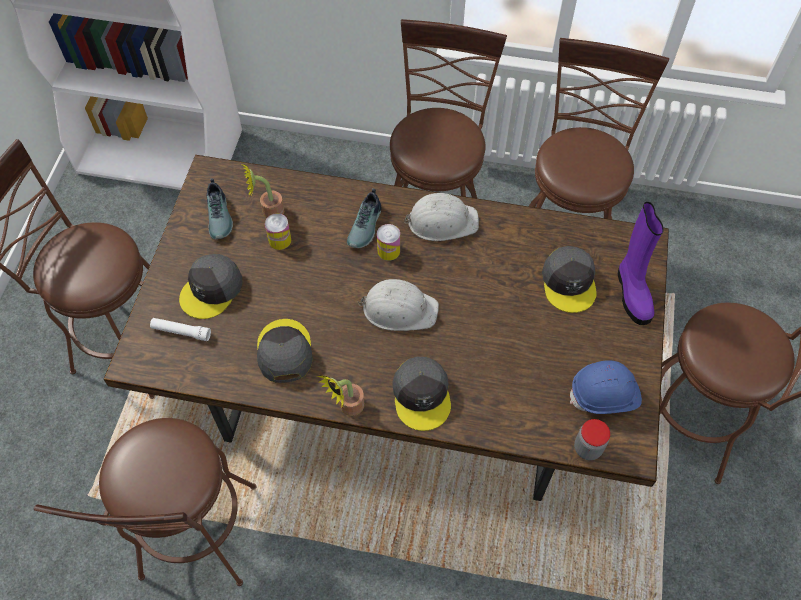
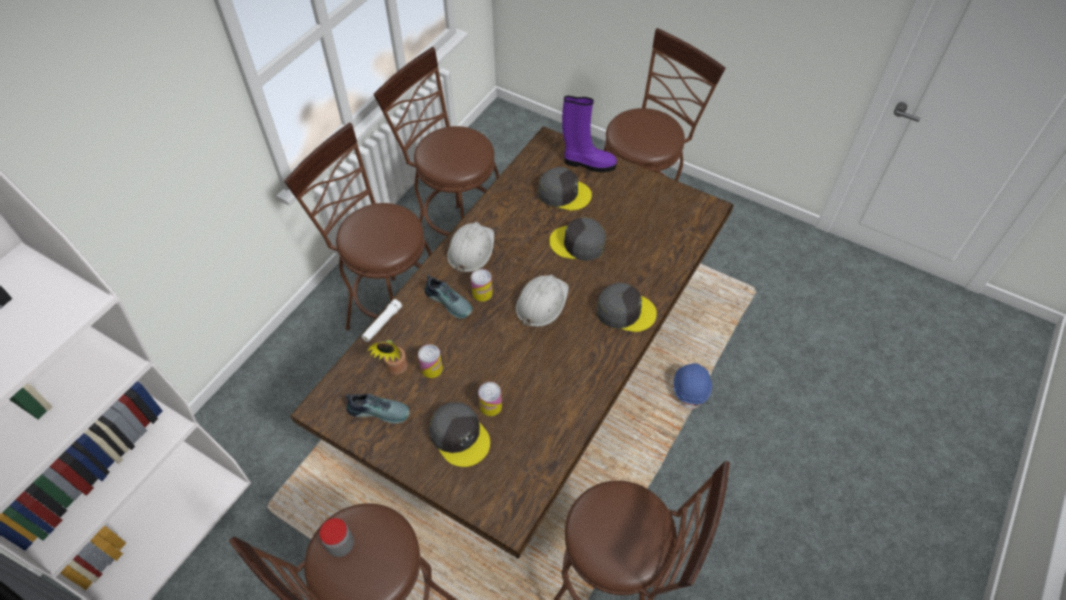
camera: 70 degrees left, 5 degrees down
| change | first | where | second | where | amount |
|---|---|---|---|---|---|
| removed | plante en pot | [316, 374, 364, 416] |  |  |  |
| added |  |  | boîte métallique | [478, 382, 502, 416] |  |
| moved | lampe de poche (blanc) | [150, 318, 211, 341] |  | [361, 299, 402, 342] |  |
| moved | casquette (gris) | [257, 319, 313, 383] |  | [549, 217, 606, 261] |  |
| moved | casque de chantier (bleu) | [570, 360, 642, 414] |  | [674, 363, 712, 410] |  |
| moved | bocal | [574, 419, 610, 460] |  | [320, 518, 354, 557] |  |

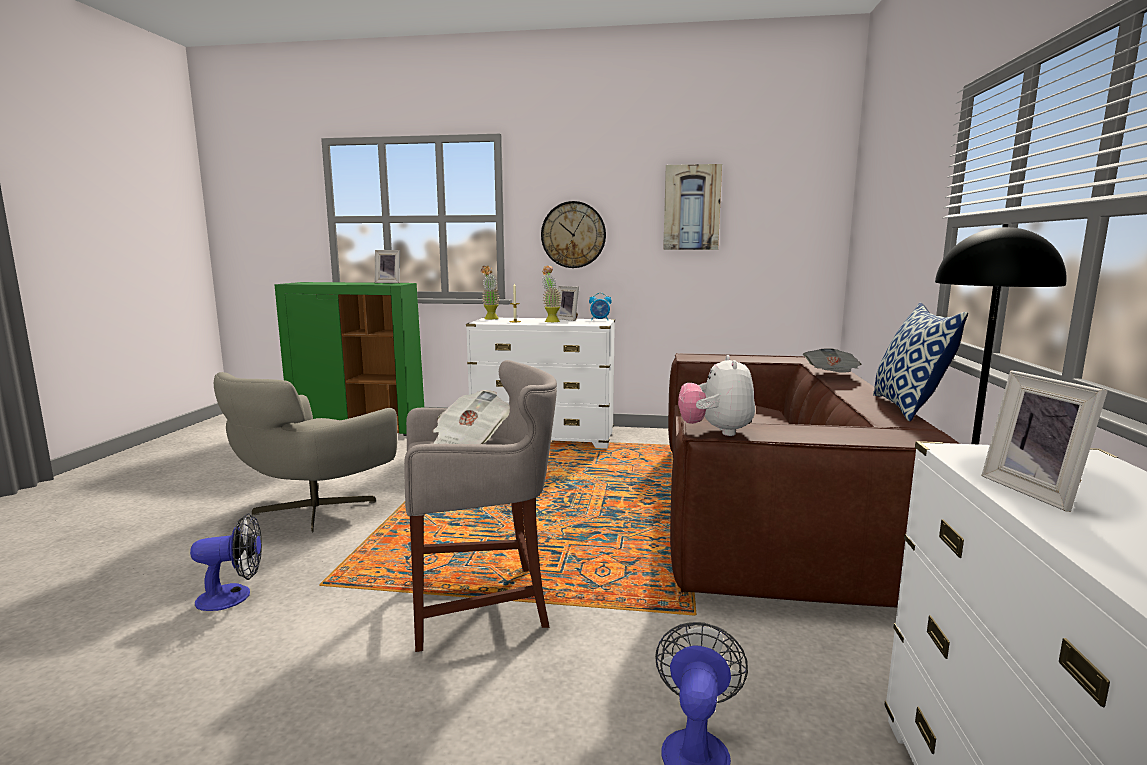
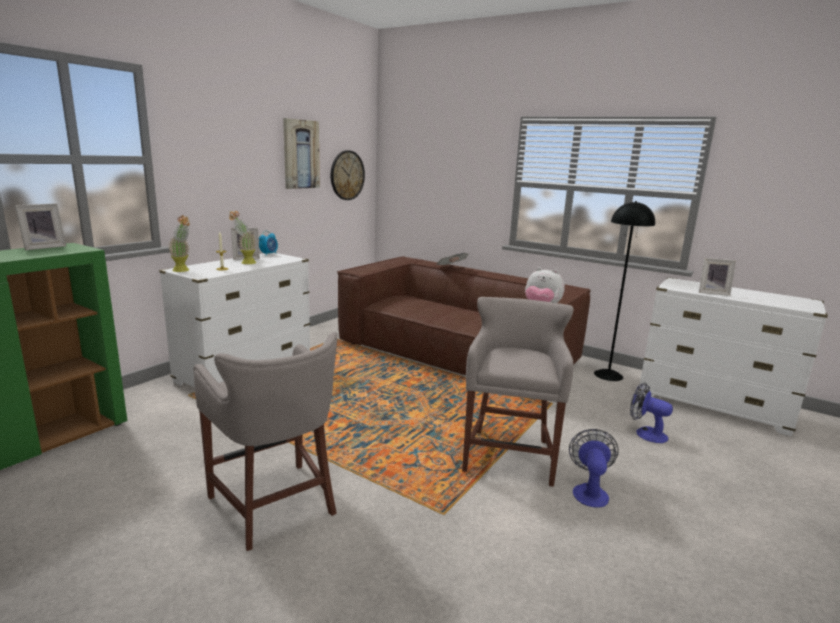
camera: 65 degrees left, 5 degrees up
| change | first | where | second | where | amount |
|---|---|---|---|---|---|
| removed | journal | [433, 390, 510, 444] |  |  |  |
| removed | coussin | [873, 303, 968, 421] |  |  |  |
| moved | ventilateur | [190, 513, 262, 611] |  | [569, 429, 619, 508] |  |
| moved | horloge murale | [541, 201, 606, 268] |  | [331, 150, 365, 200] |  |
| replaced | fauteuil (gris) | [214, 372, 397, 533] | tabouret (gris) | [194, 332, 337, 551] |  |

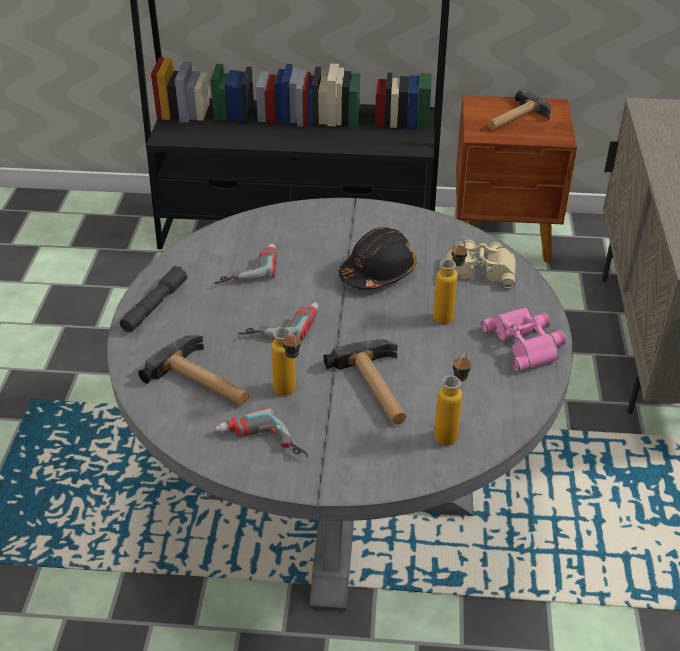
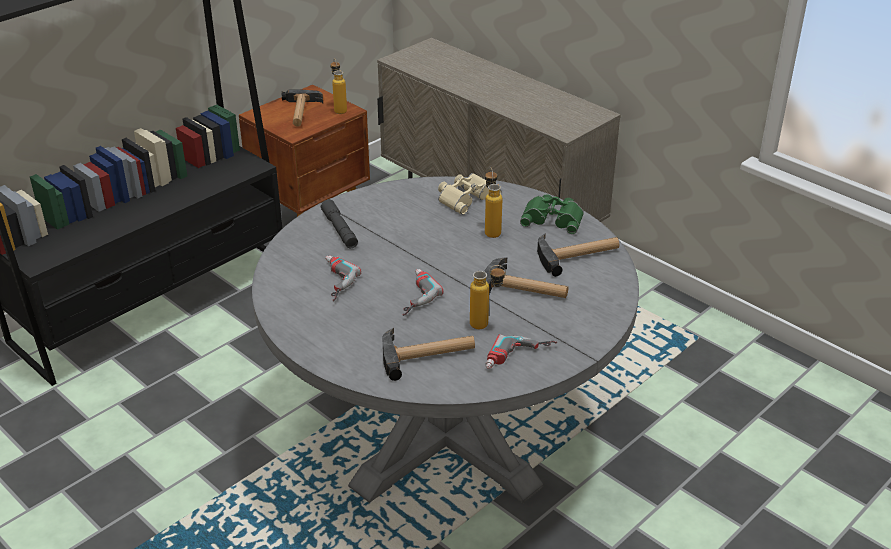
camera: 50 degrees left, 5 degrees down
| change | first | where | second | where | amount |
|---|---|---|---|---|---|
| removed | casque de chantier (noir) | [339, 227, 417, 290] |  |  |  |
| added |  |  | marteau | [537, 233, 619, 277] |  |
| moved | lampe de poche (gris) | [120, 266, 187, 332] |  | [321, 199, 358, 248] |  |
| moved | bouteille | [434, 353, 471, 446] |  | [330, 58, 347, 114] |  |
| recoloured | jumelles (rose) | [481, 307, 566, 372] | jumelles (vert) | [520, 194, 584, 234] |  |

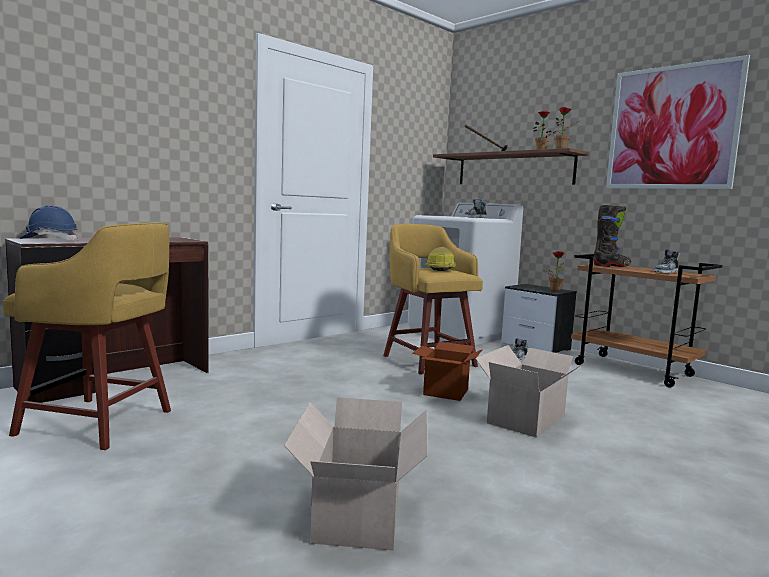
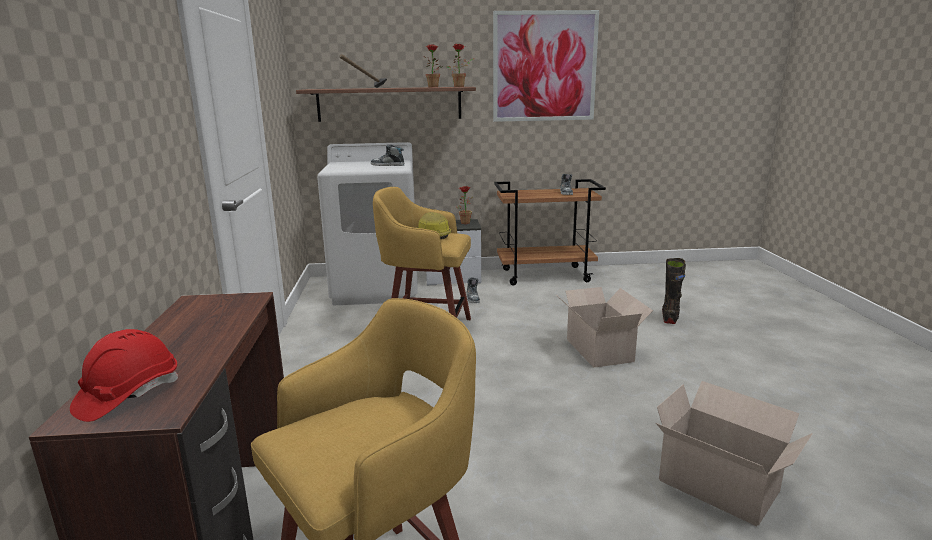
camera: 50 degrees left, 10 degrees up
| change | first | where | second | where | amount |
|---|---|---|---|---|---|
| removed | carton | [413, 342, 483, 401] |  |  |  |
| moved | botte (noir) | [594, 205, 631, 267] |  | [662, 258, 686, 324] |  |
| recoloured | casque de chantier (bleu) | [20, 205, 78, 240] | casque de chantier (rouge) | [70, 329, 178, 422] |  |

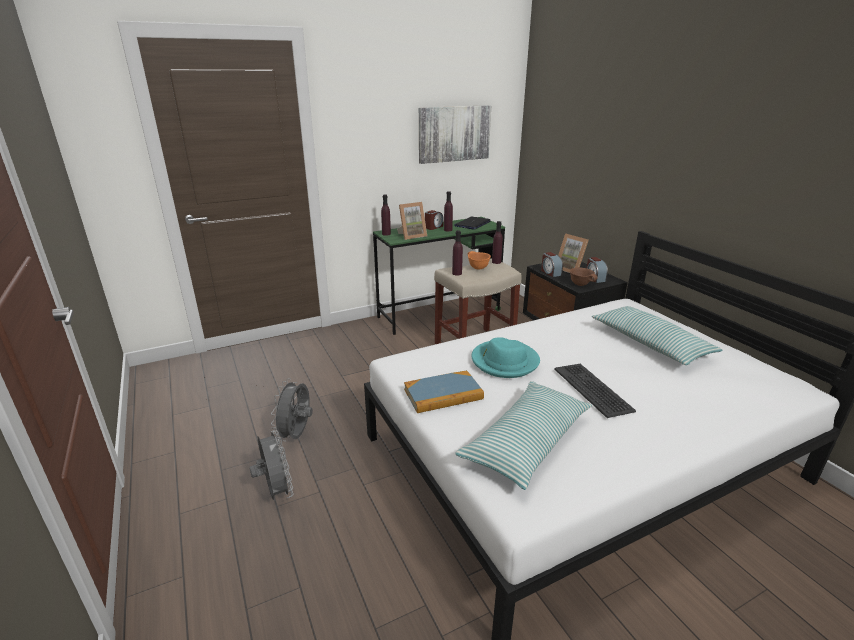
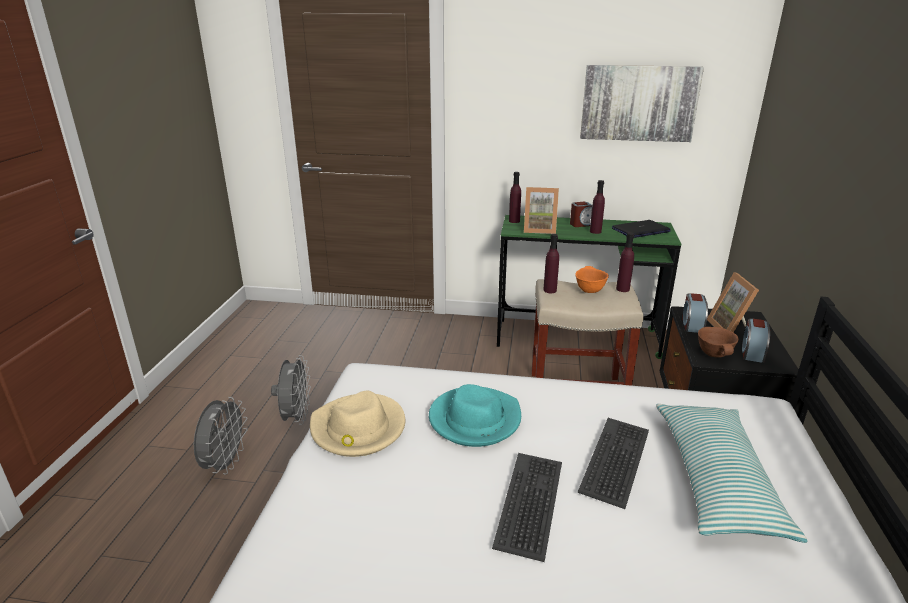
camera: 35 degrees right, 0 degrees up
| change | first | where | second | where | amount |
|---|---|---|---|---|---|
| removed | coussin | [455, 381, 592, 490] |  |  |  |
| added |  |  | clavier | [578, 418, 649, 509] |  |
| replaced | livre | [404, 370, 484, 413] | chapeau (beige) | [310, 391, 405, 457] |  |
| turned | ventilateur (gris) | [271, 378, 313, 441] |  | [271, 355, 311, 425] | 135 degrees clockwise |

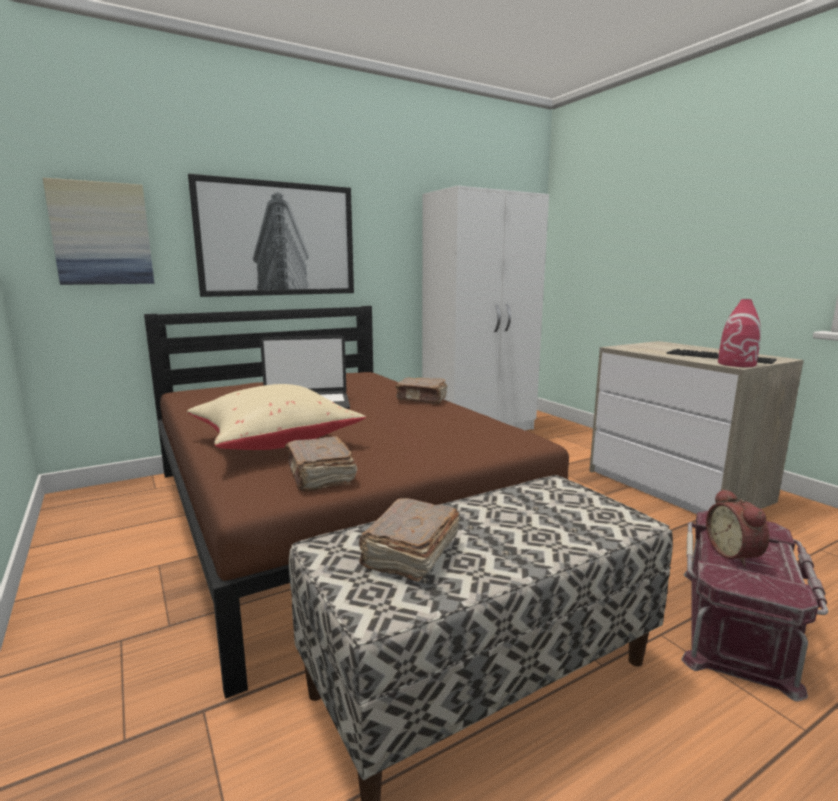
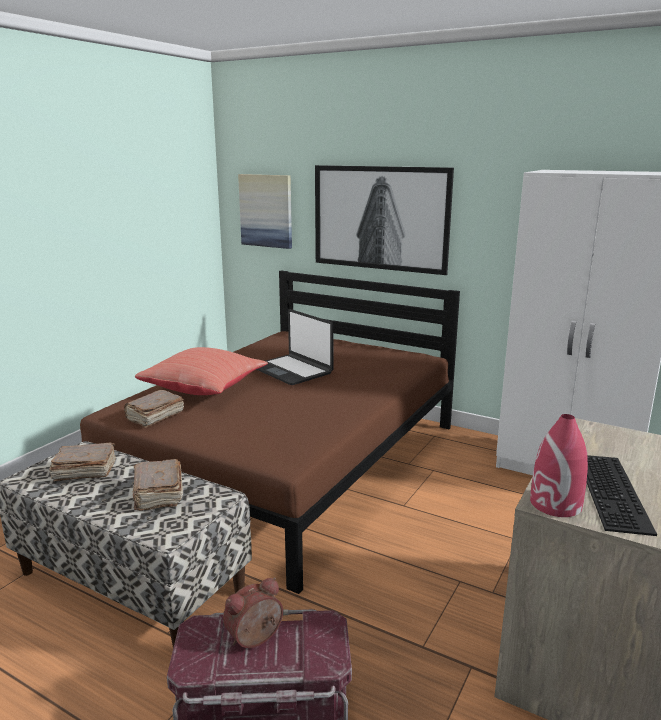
camera: 60 degrees right, 5 degrees up
| change | first | where | second | where | amount |
|---|---|---|---|---|---|
| moved | livre (marron) | [395, 378, 447, 404] |  | [133, 459, 183, 511] |  |
| recoloured | coussin (beige) | [187, 384, 366, 450] | coussin (rouge) | [135, 347, 268, 395] |  |

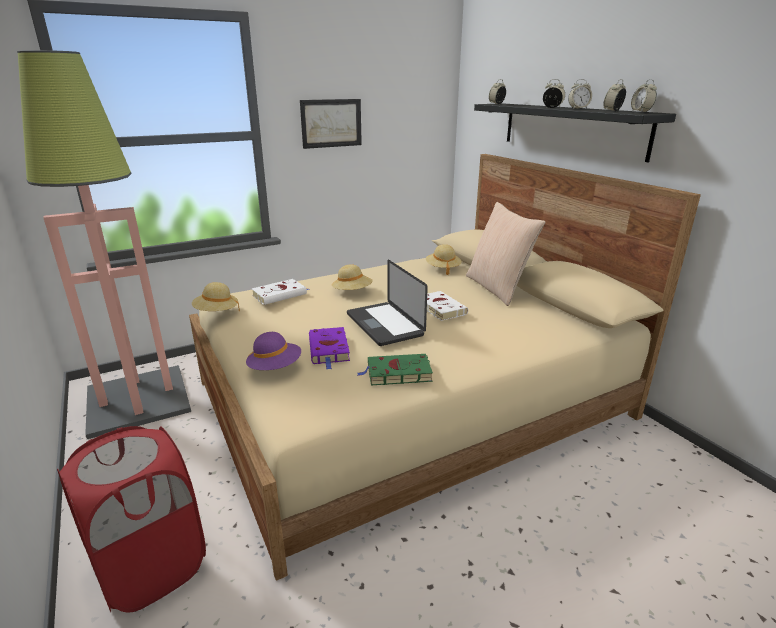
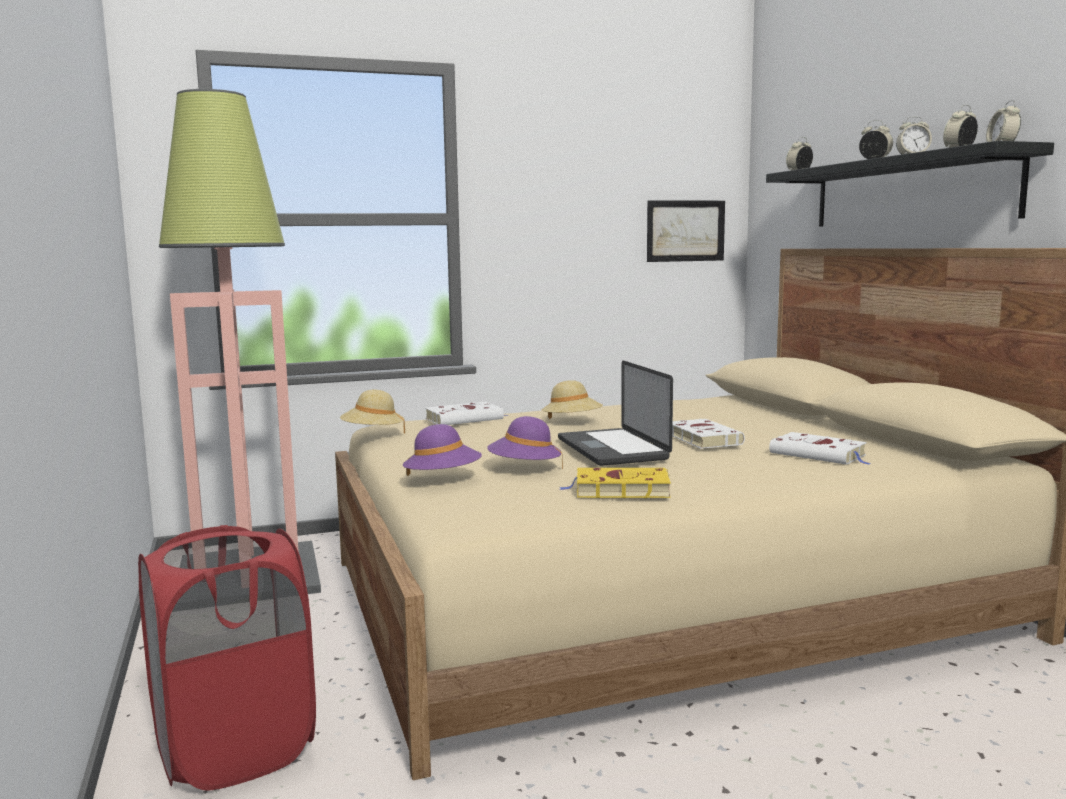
camera: 10 degrees right, 15 degrees down
| change | first | where | second | where | amount |
|---|---|---|---|---|---|
| removed | chapeau (beige) | [426, 244, 462, 275] |  |  |  |
| removed | coussin (beige) | [466, 202, 546, 306] |  |  |  |
| added |  |  | livre (blanc) | [769, 432, 873, 465] |  |
| moved | tableau | [300, 99, 362, 149] |  | [647, 200, 725, 262] |  |
| replaced | livre (violet) | [309, 327, 350, 370] | chapeau (violet) | [487, 416, 563, 469] |  |
| recoloured | livre (vert) | [357, 354, 433, 385] | livre (jaune) | [559, 468, 671, 498] |  |

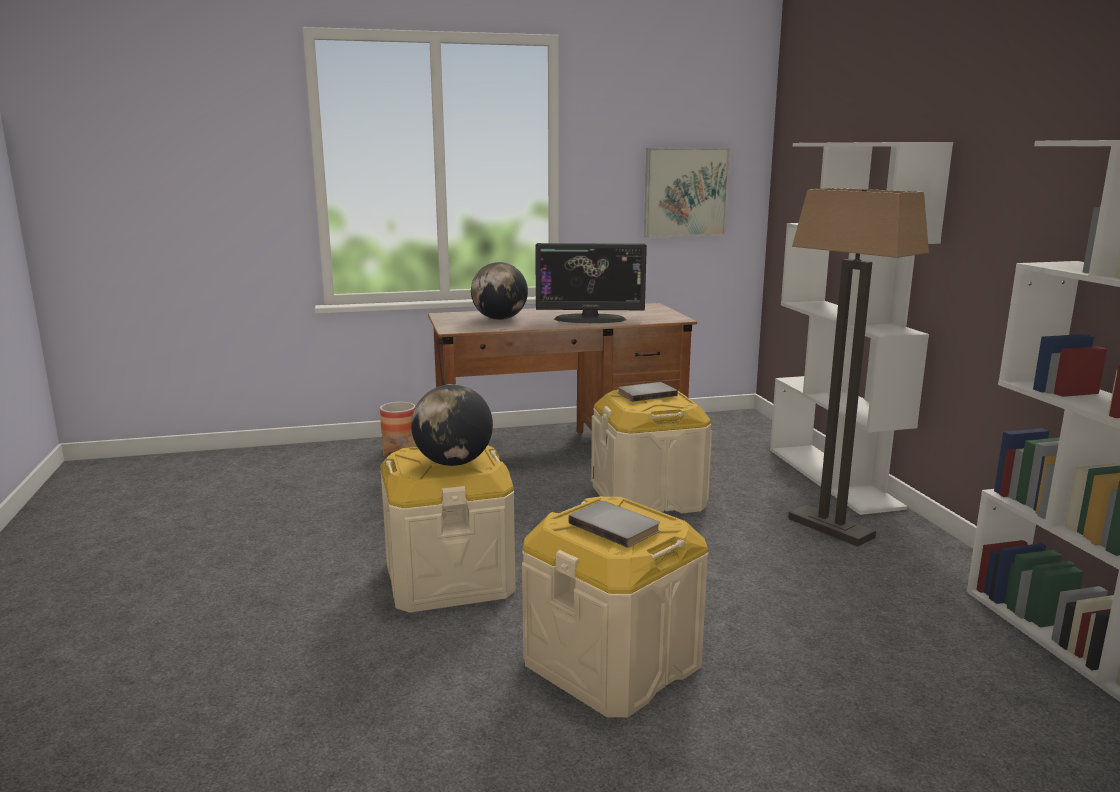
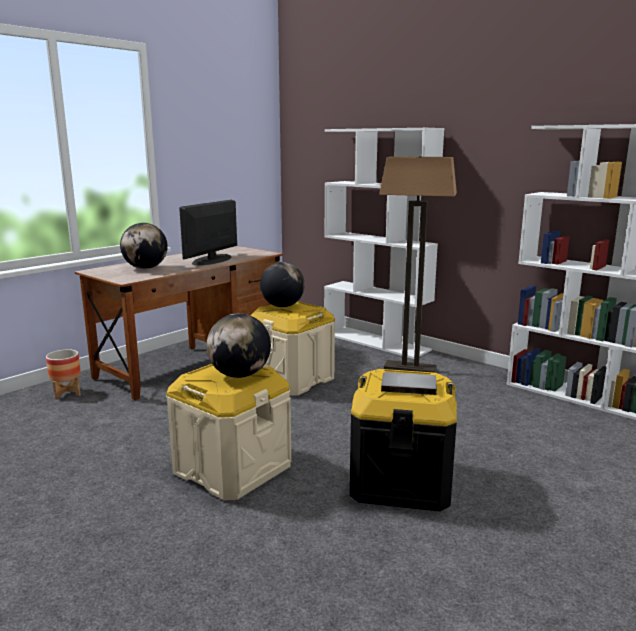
camera: 35 degrees left, 0 degrees up
| change | first | where | second | where | amount |
|---|---|---|---|---|---|
| removed | tableau | [644, 148, 730, 238] |  |  |  |
| replaced | livre (gris) | [618, 382, 678, 402] | globe | [260, 262, 305, 307] |  |
| recoloured | boîte de rangement (beige) | [522, 496, 709, 718] | boîte de rangement (noir) | [350, 369, 457, 511] |  |
| turned | écran d'ordinateur | [535, 243, 647, 323] |  | [179, 199, 237, 265] | 150 degrees clockwise |

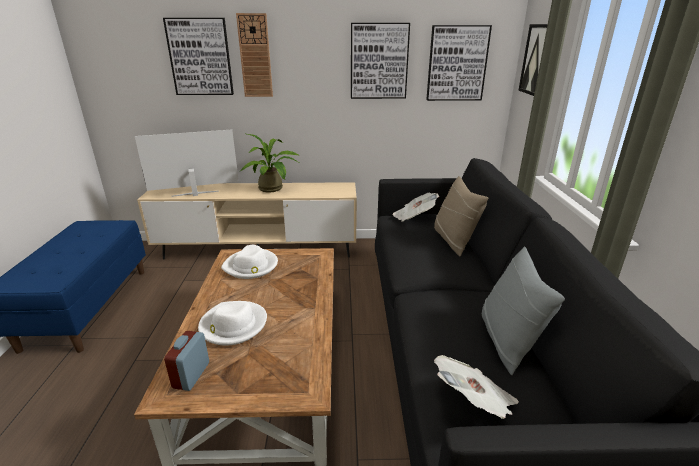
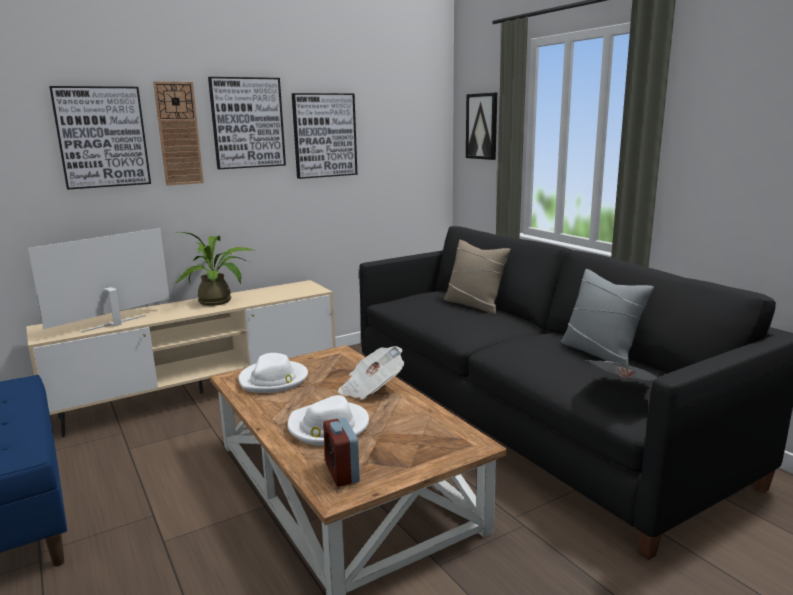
camera: 30 degrees left, 10 degrees down
| change | first | where | second | where | amount |
|---|---|---|---|---|---|
| moved | journal | [393, 193, 439, 222] |  | [338, 346, 404, 400] |  |
| moved | tableau | [426, 25, 492, 101] |  | [208, 77, 286, 169] |  |

